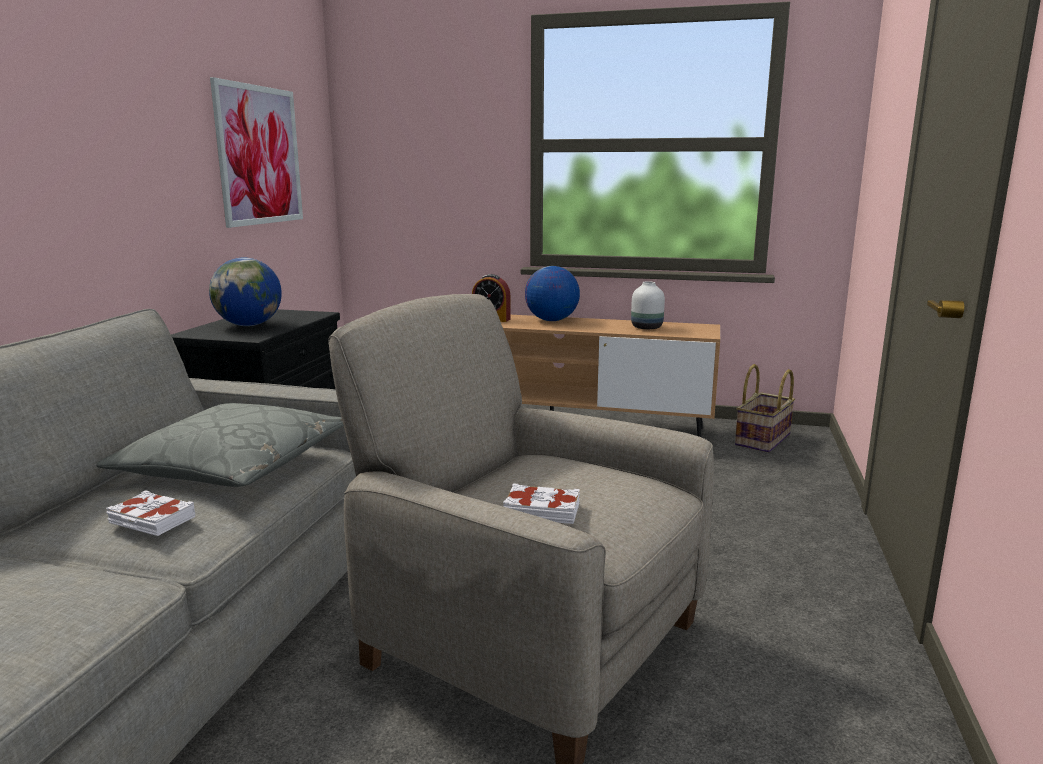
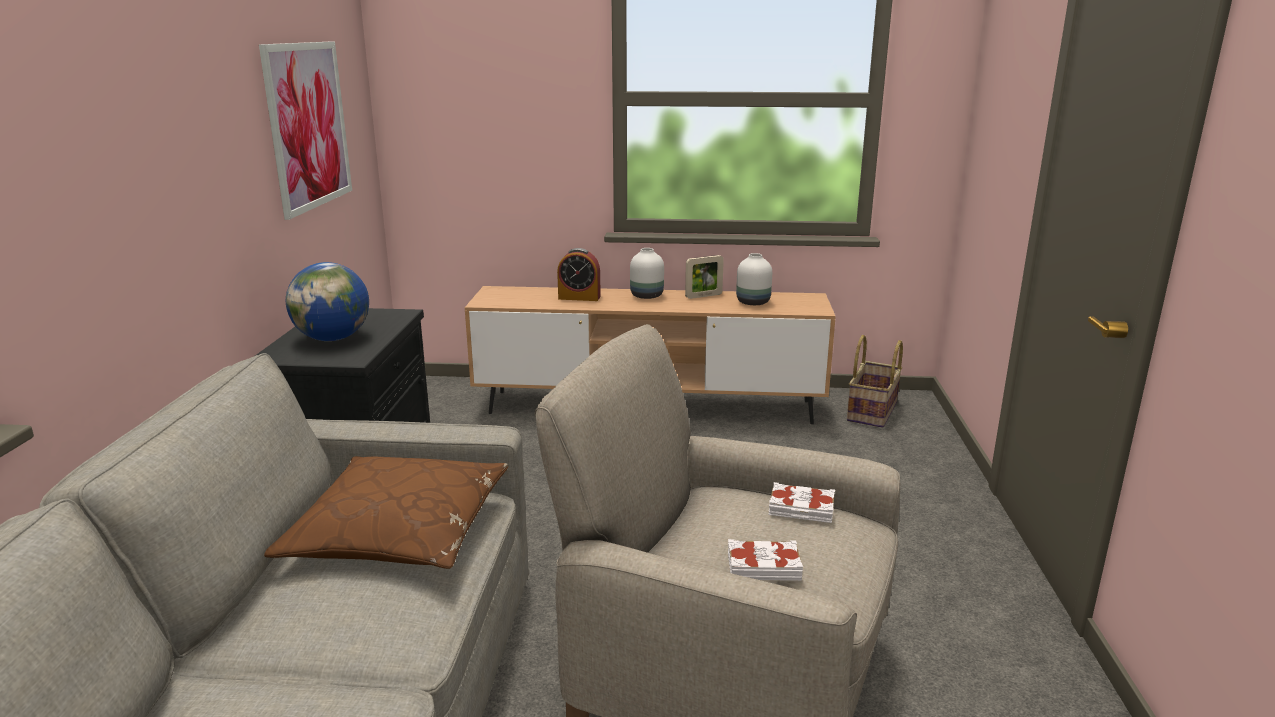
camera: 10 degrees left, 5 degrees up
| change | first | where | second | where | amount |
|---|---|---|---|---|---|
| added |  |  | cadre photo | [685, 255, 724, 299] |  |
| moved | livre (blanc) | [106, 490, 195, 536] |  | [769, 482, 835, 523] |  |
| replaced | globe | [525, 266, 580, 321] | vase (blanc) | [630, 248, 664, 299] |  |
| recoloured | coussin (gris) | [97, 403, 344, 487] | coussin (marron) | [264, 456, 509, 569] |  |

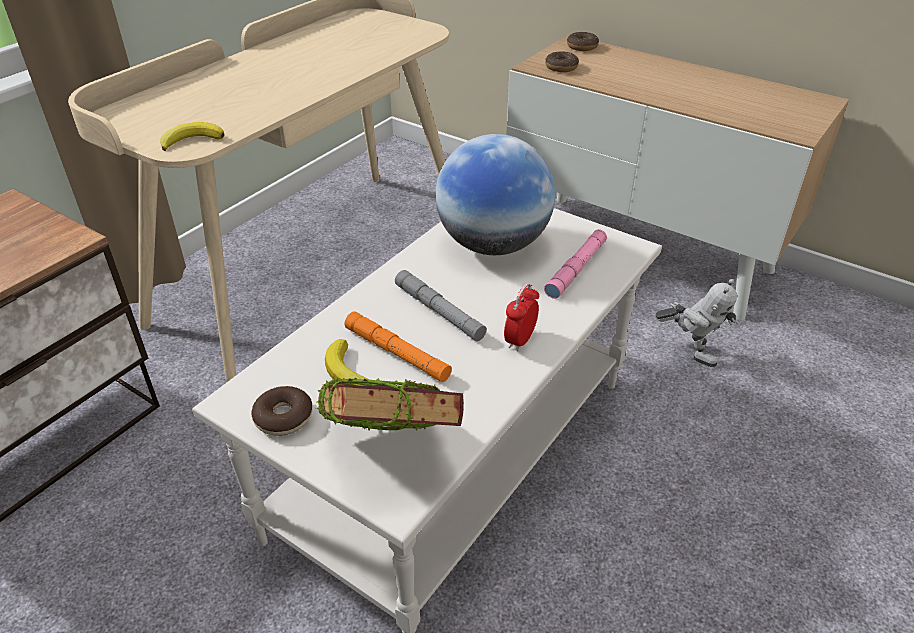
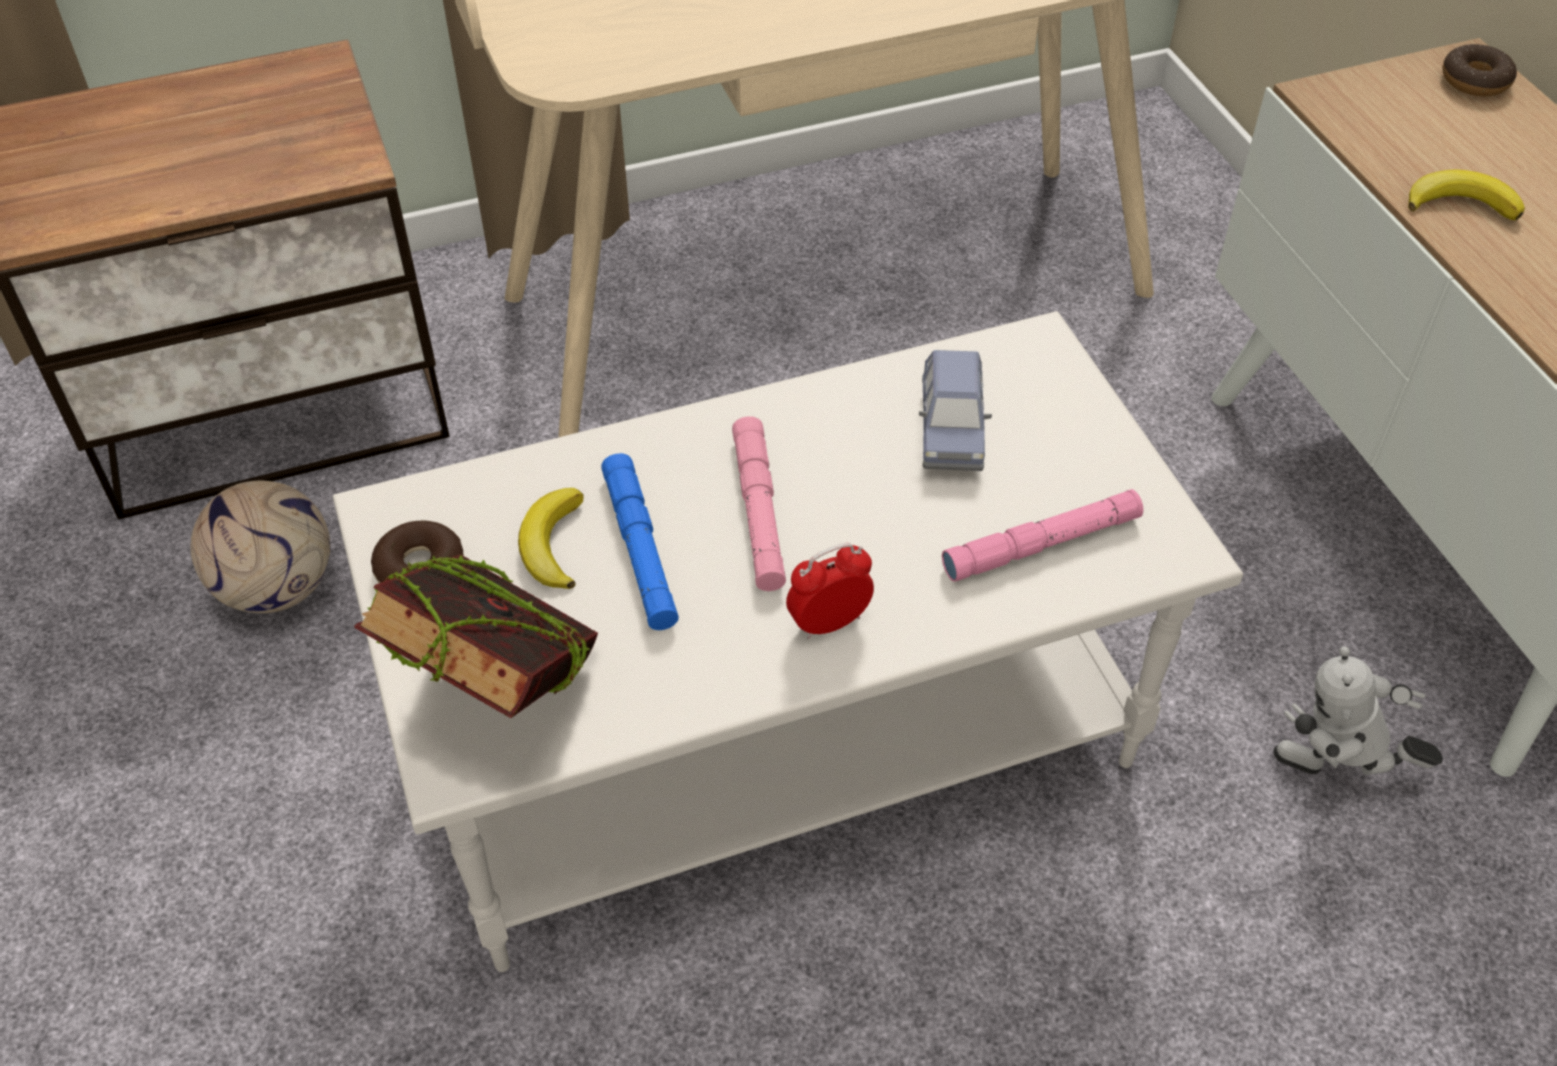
camera: 35 degrees right, 10 degrees up
| change | first | where | second | where | amount |
|---|---|---|---|---|---|
| removed | beignet | [545, 51, 579, 72] |  |  |  |
| added |  |  | ballon de foot | [190, 480, 331, 613] |  |
| moved | banane | [160, 122, 225, 151] |  | [1408, 169, 1525, 220] |  |
| replaced | globe | [435, 134, 555, 255] | petite voiture (bleu) | [919, 350, 992, 471] |  |
| recoloured | lampe de poche (orange) | [344, 312, 452, 382] | lampe de poche (bleu) | [601, 453, 679, 630] |  |
| recoloured | lampe de poche (gris) | [395, 270, 487, 341] | lampe de poche (rose) | [732, 416, 786, 591] |  |
| turned | robot jouet | [655, 279, 739, 367] |  | [1273, 646, 1443, 775] | 120 degrees clockwise |

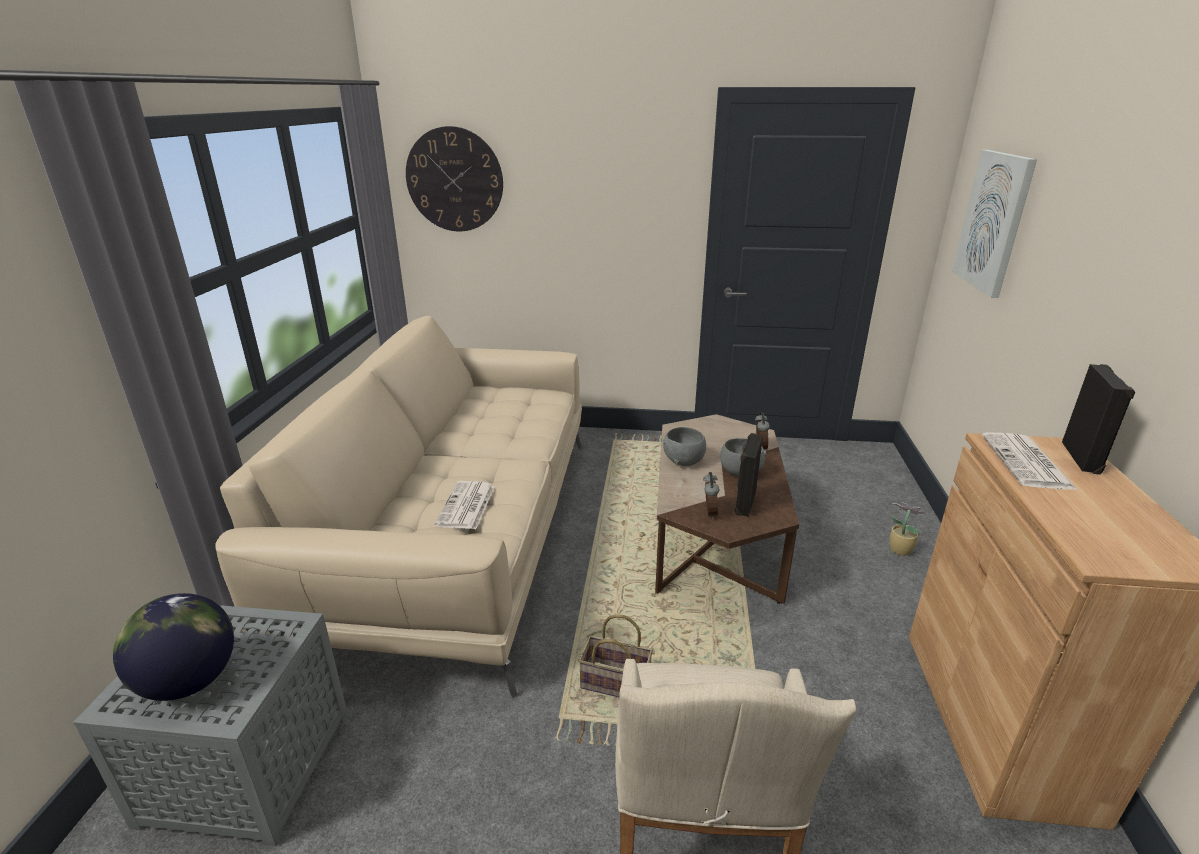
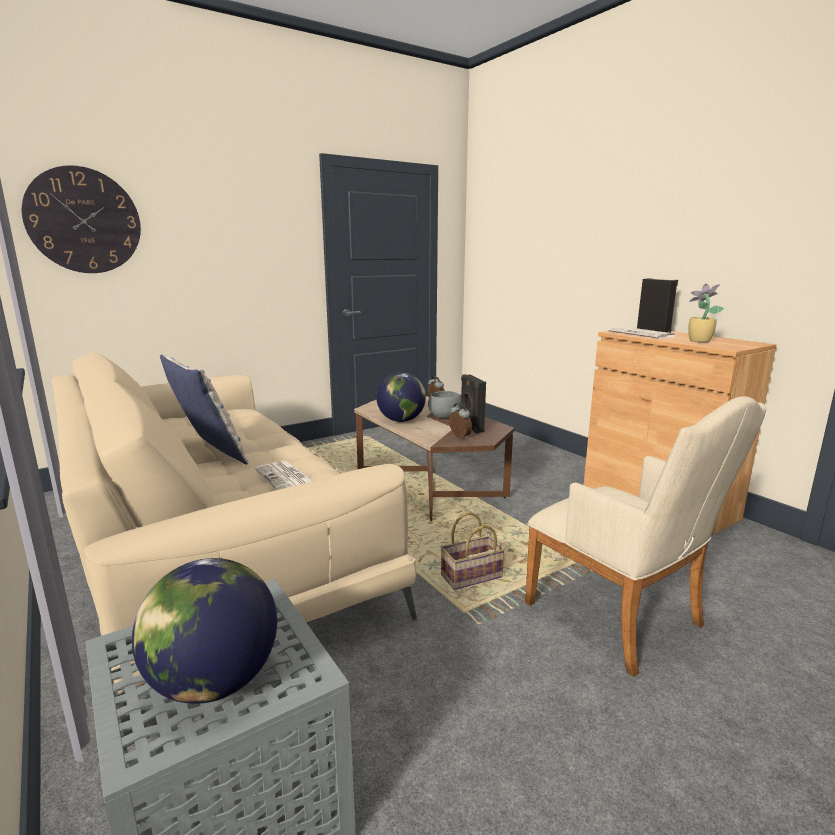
camera: 40 degrees left, 10 degrees down
| change | first | where | second | where | amount |
|---|---|---|---|---|---|
| removed | tableau | [952, 150, 1037, 298] |  |  |  |
| added |  |  | coussin | [160, 354, 248, 465] |  |
| moved | plante en pot | [890, 503, 927, 556] |  | [688, 283, 724, 343] |  |
| replaced | bol (gris) | [663, 427, 706, 466] | globe | [376, 372, 426, 422] |  |

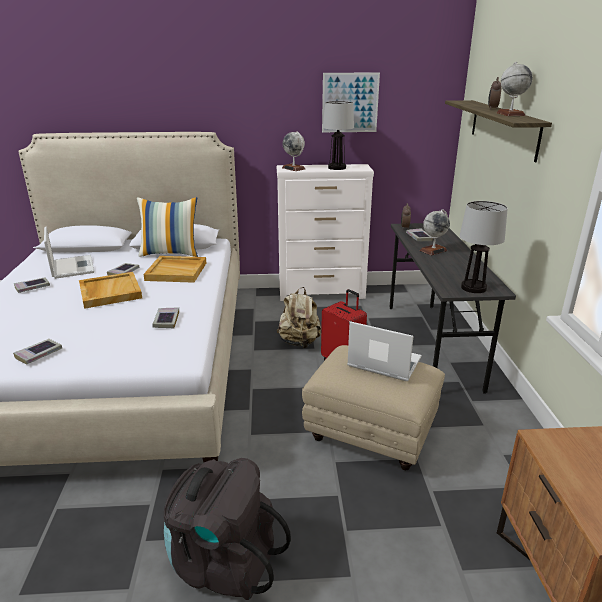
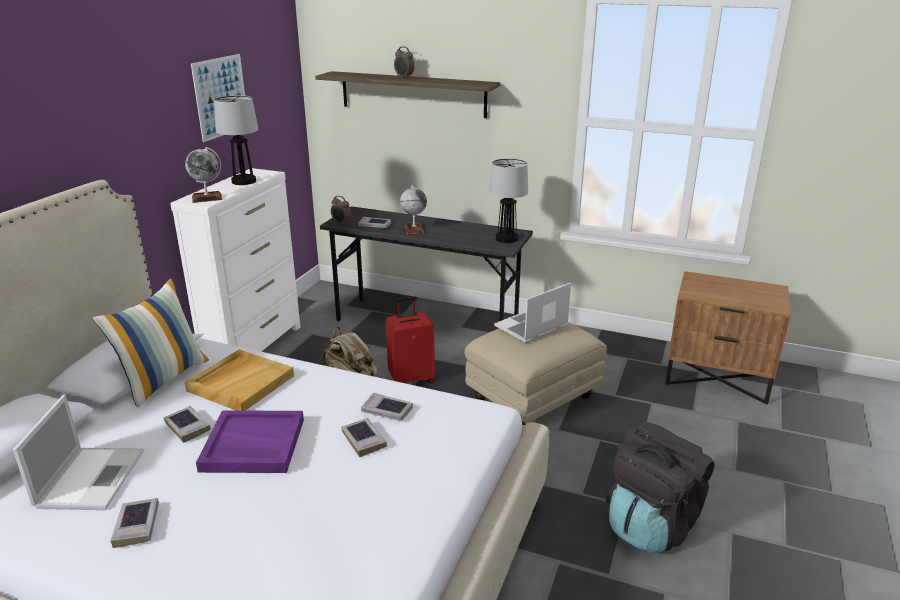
camera: 65 degrees left, 0 degrees up
| change | first | where | second | where | amount |
|---|---|---|---|---|---|
| removed | globe | [497, 62, 532, 116] |  |  |  |
| moved | livre | [13, 339, 62, 364] |  | [341, 418, 387, 457] |  |
| recoloured | plateau (beige) | [79, 272, 142, 309] | plateau (violet) | [196, 410, 304, 473] |  |
| turned | ordinateur portable | [44, 227, 94, 279] |  | [13, 395, 144, 510] | 90 degrees clockwise |

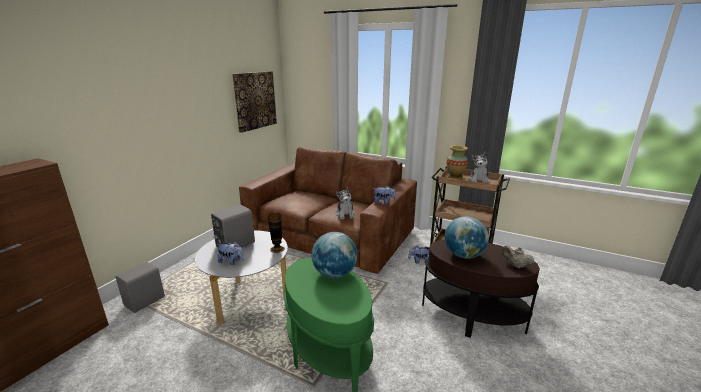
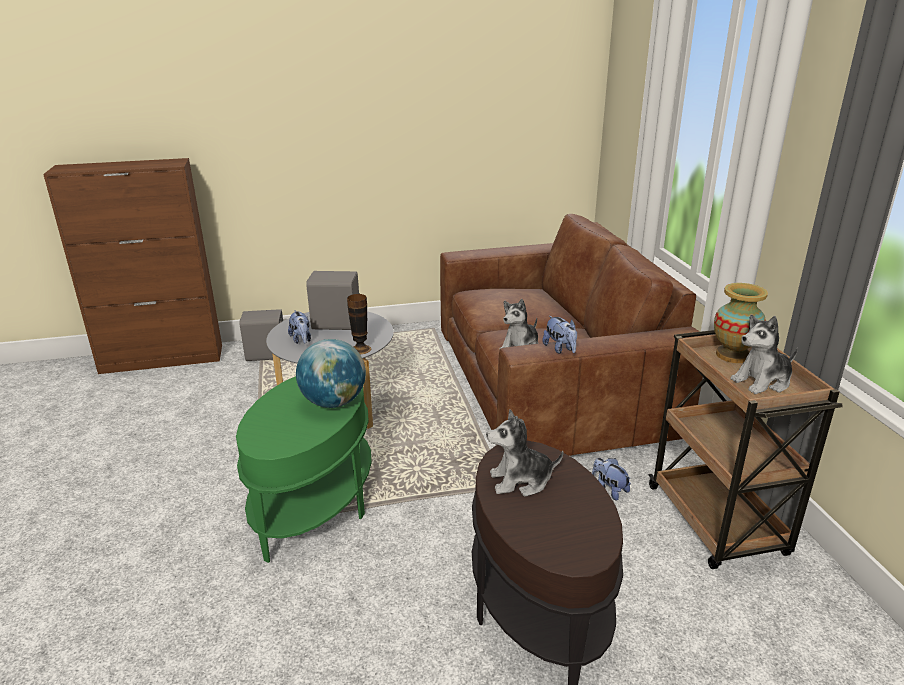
camera: 50 degrees right, 5 degrees up
| change | first | where | second | where | amount |
|---|---|---|---|---|---|
| removed | tableau | [232, 71, 277, 133] |  |  |  |
| removed | théière (beige) | [502, 245, 534, 268] |  |  |  |
| replaced | globe | [445, 216, 489, 259] | peluche | [486, 409, 563, 497] |  |

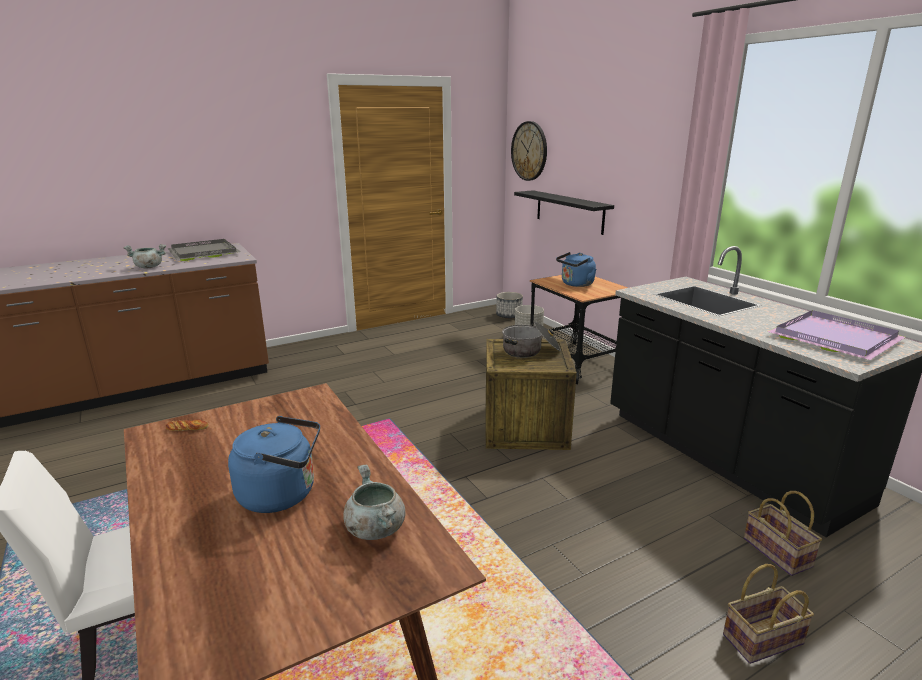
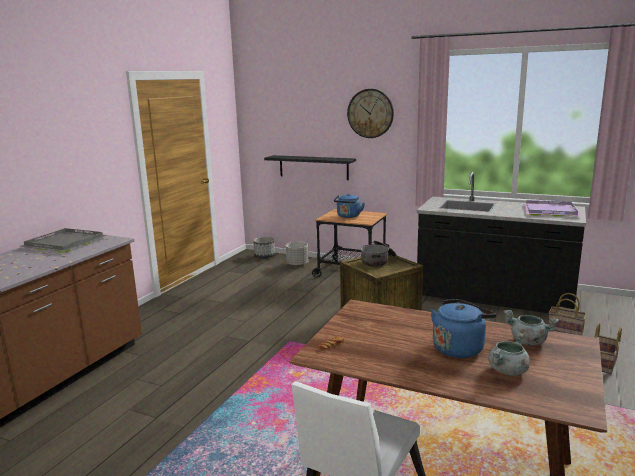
camera: 35 degrees left, 5 degrees down
| change | first | where | second | where | amount |
|---|---|---|---|---|---|
| moved | marmite (gris) | [123, 244, 166, 268] |  | [488, 332, 530, 376] |  |
| moved | horloge murale | [511, 121, 547, 181] |  | [347, 89, 394, 138] |  |

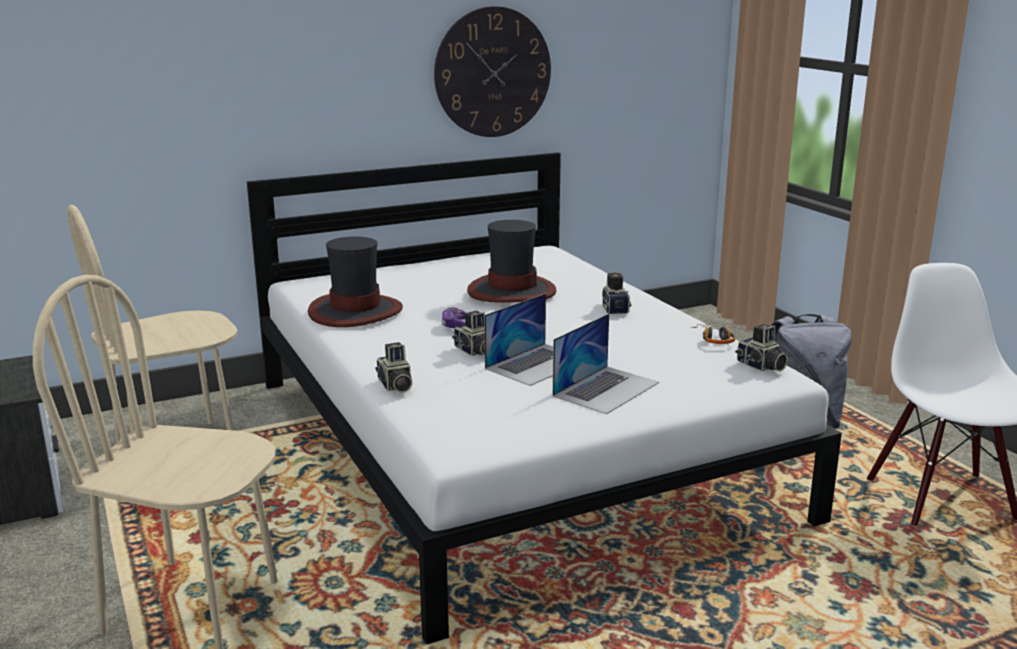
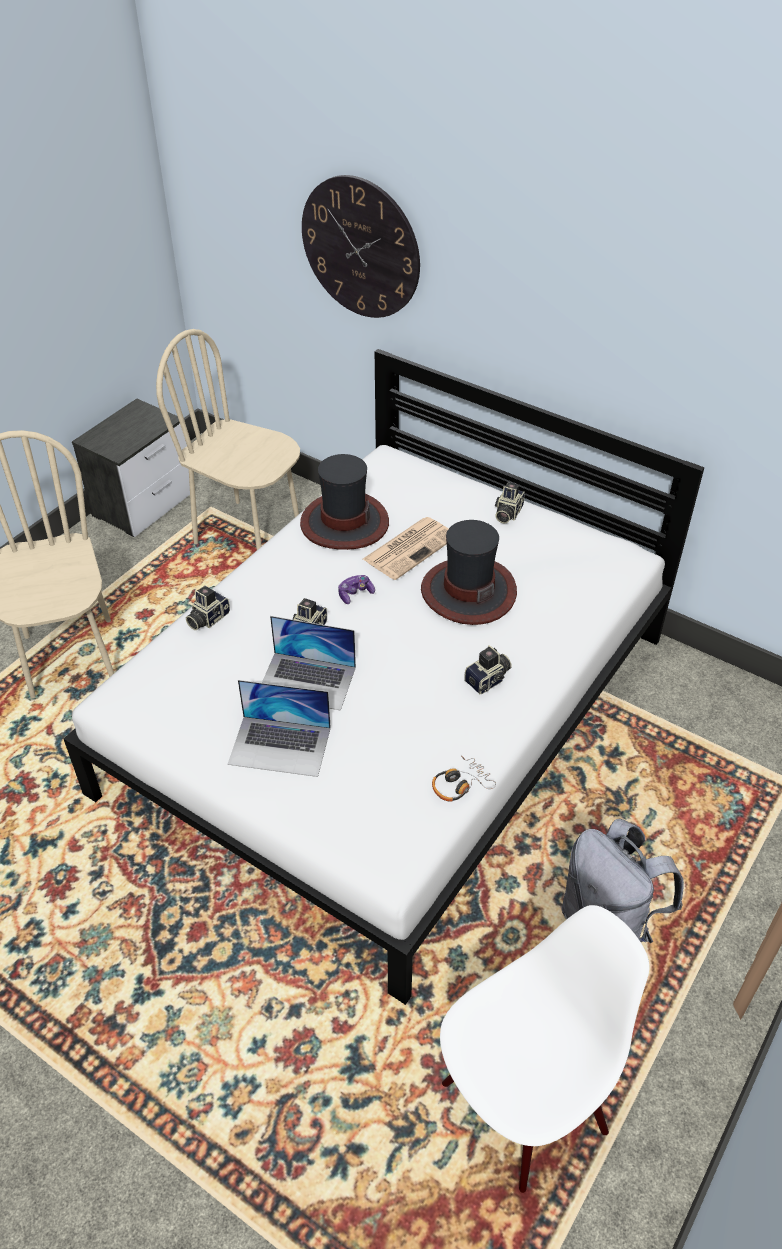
camera: 60 degrees right, 25 degrees up
| change | first | where | second | where | amount |
|---|---|---|---|---|---|
| added |  |  | journal | [363, 517, 448, 580] |  |
| moved | horloge murale | [434, 6, 551, 137] |  | [302, 175, 420, 318] |  |
| moved | appareil photo | [735, 324, 788, 371] |  | [495, 482, 525, 523] |  |

